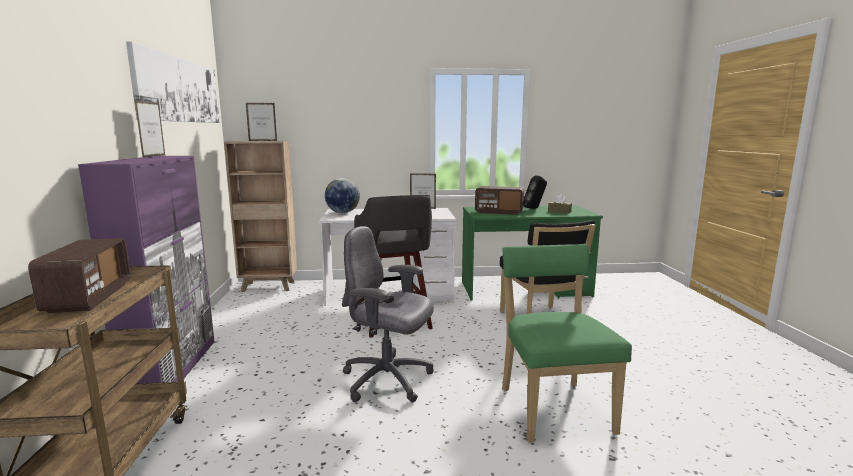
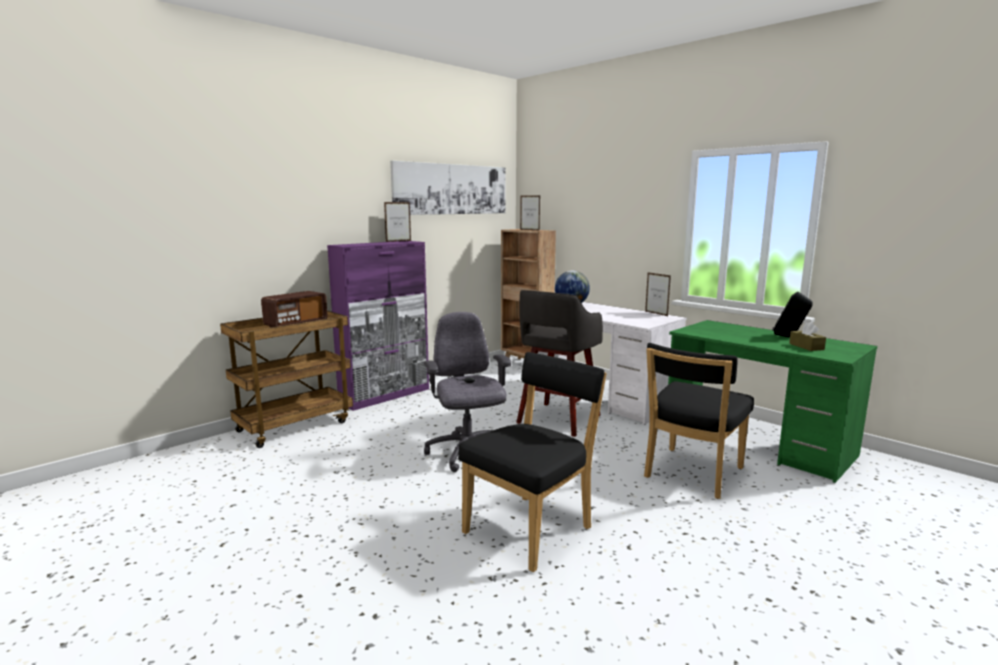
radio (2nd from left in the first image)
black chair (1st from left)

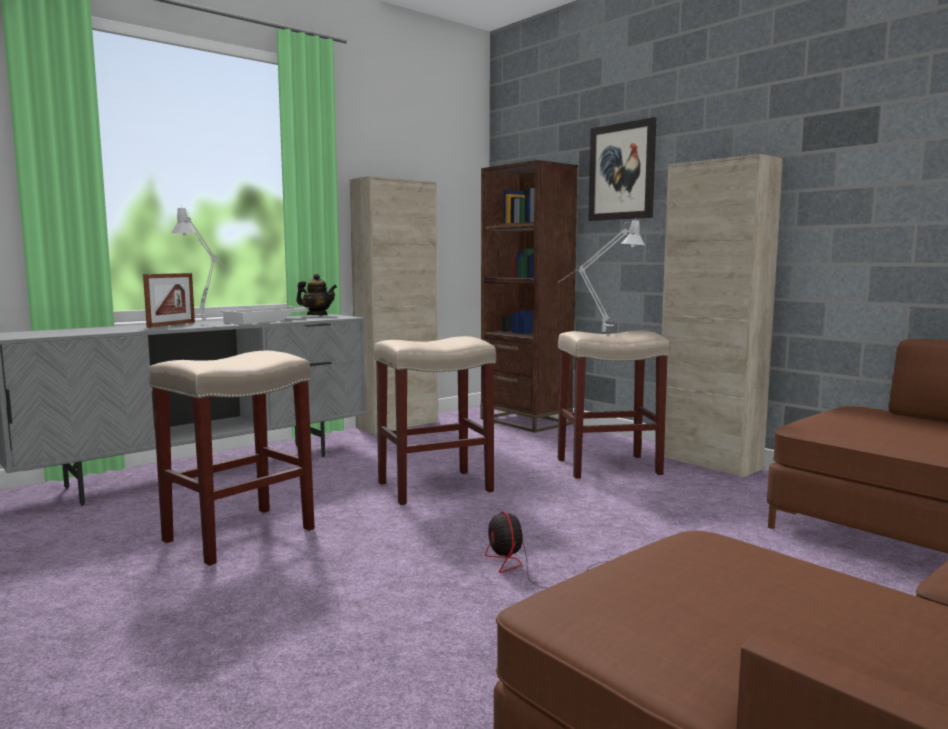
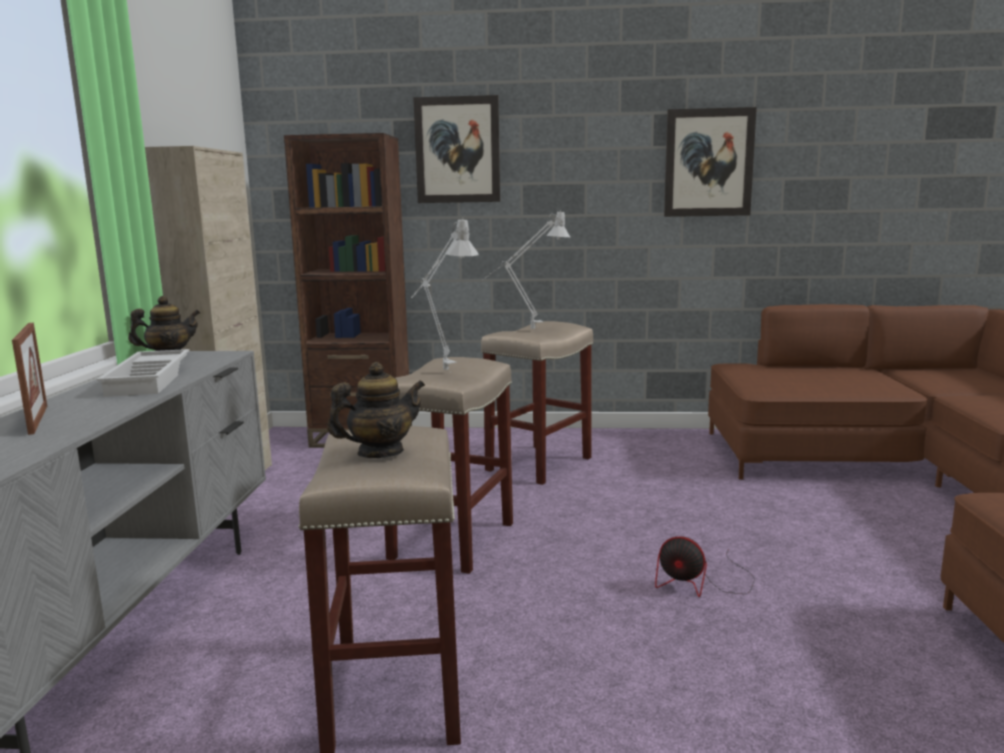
beige cabinet (2nd from left in the first image)
grey table lamp (1st from left)
picture (2nd from left)
teapot (2nd from left)

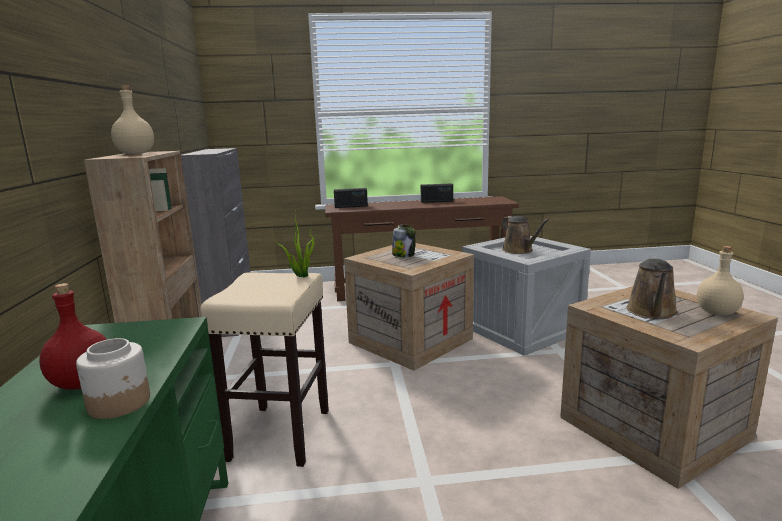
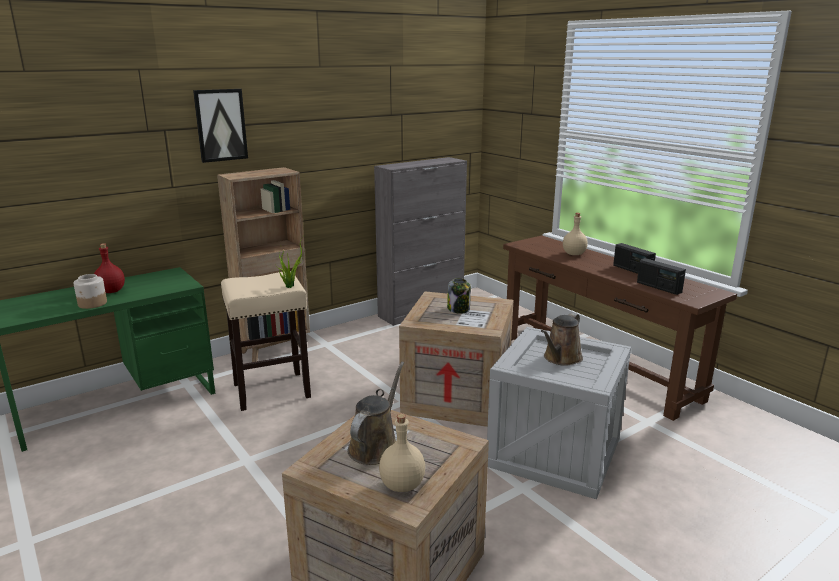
beige bottle (2nd from left)
radio (2nd from left)
brown watering can (1st from left)
picture

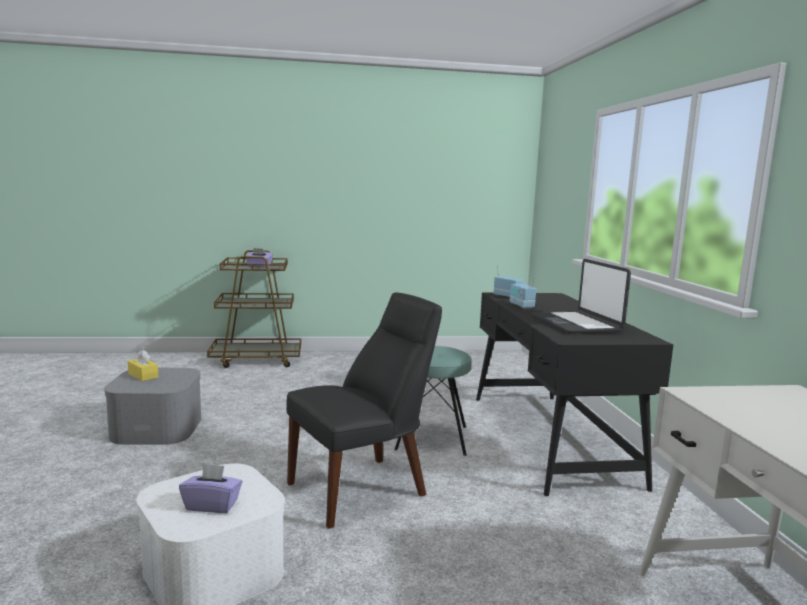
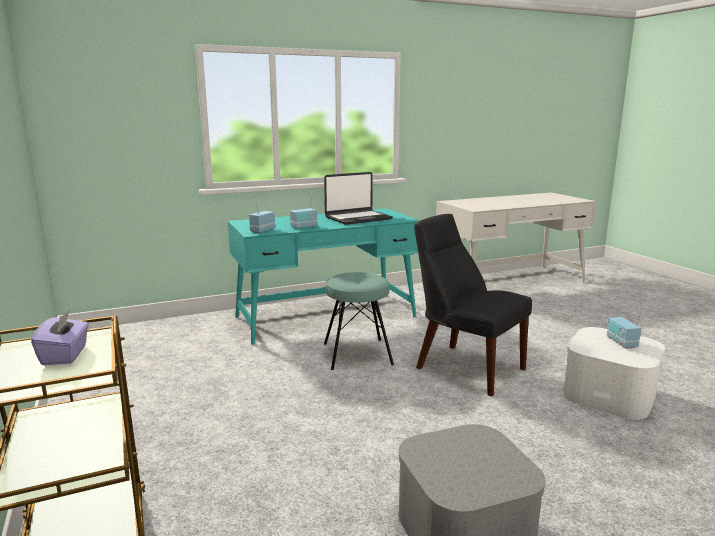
turquoise desk
yellow tissue box
radio (3rd from left)

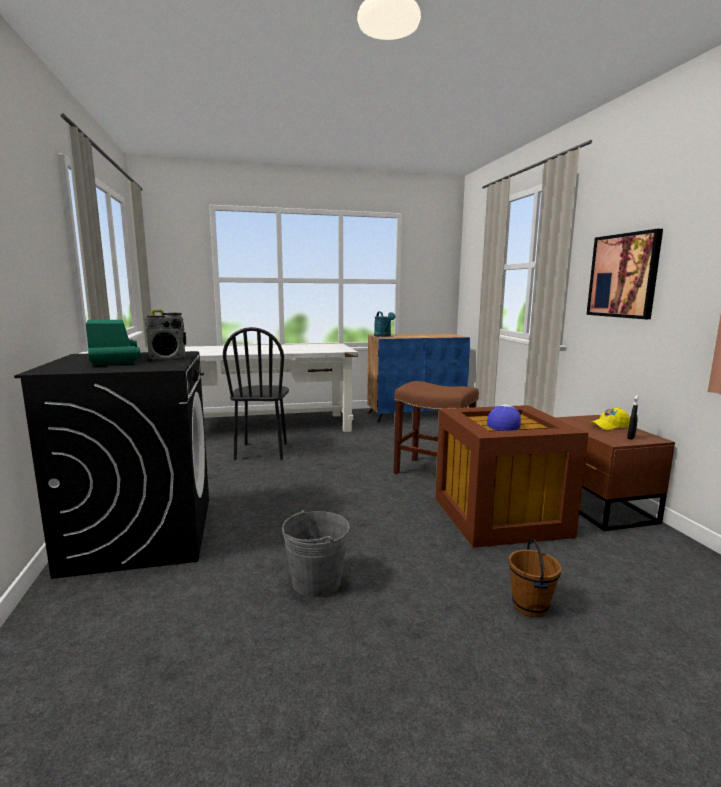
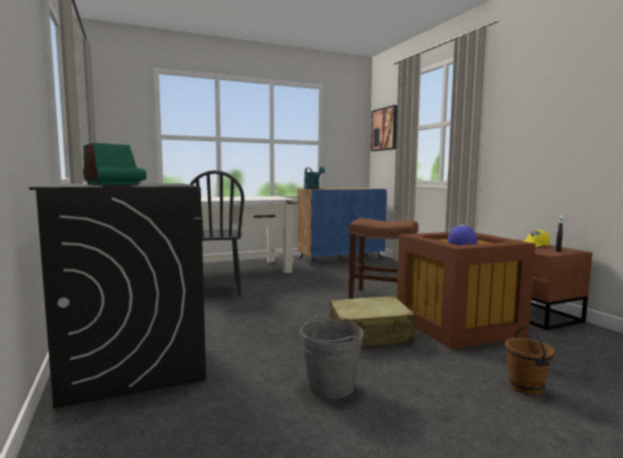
picture
radio (2nd from left in the first image)
beige suitcase

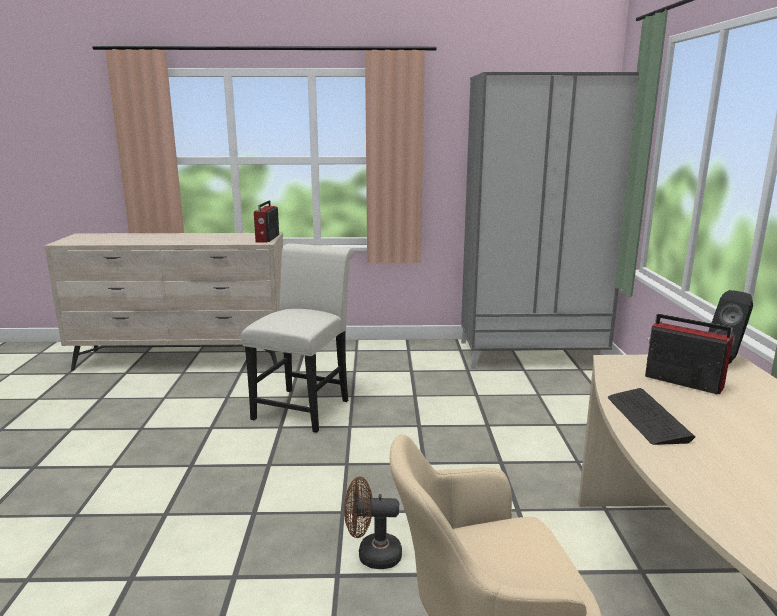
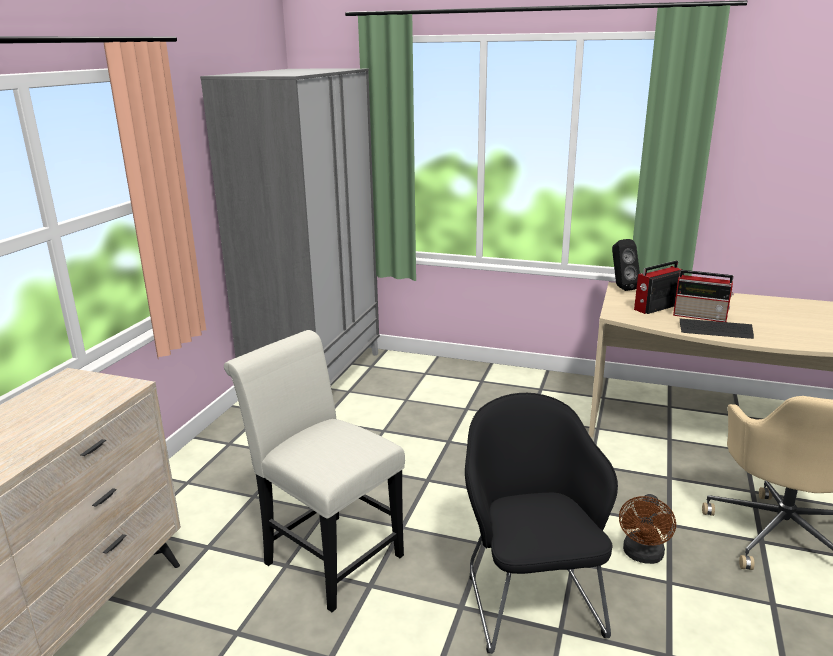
radio (2nd from left)
black armchair

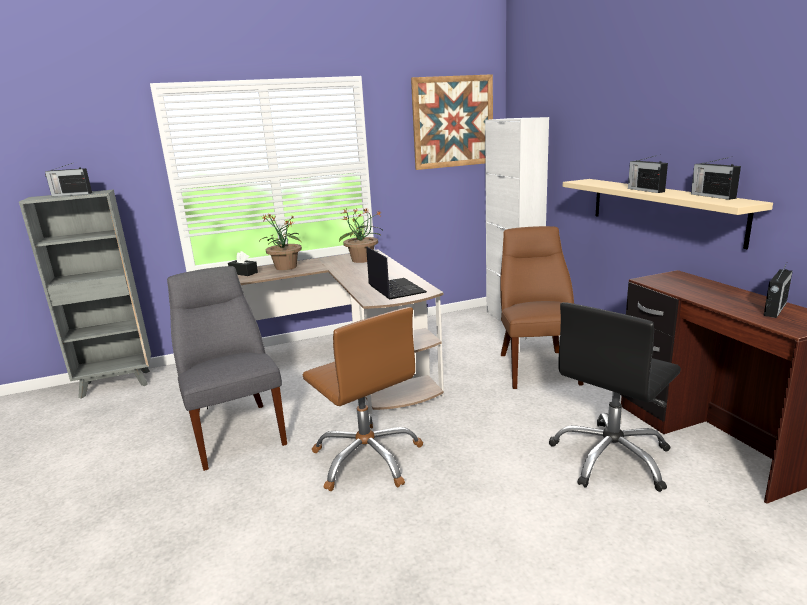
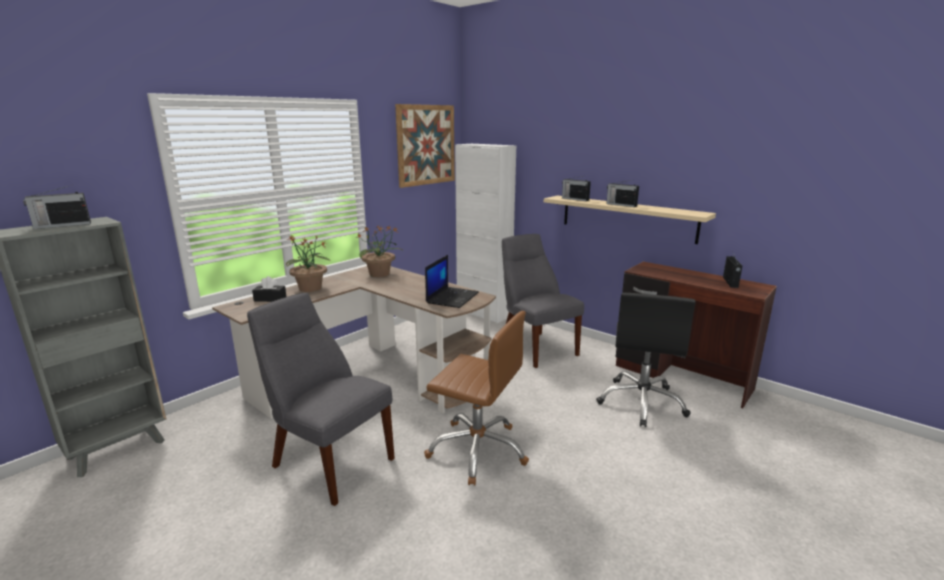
radio (2nd from left)
grey chair (2nd from left)
laptop

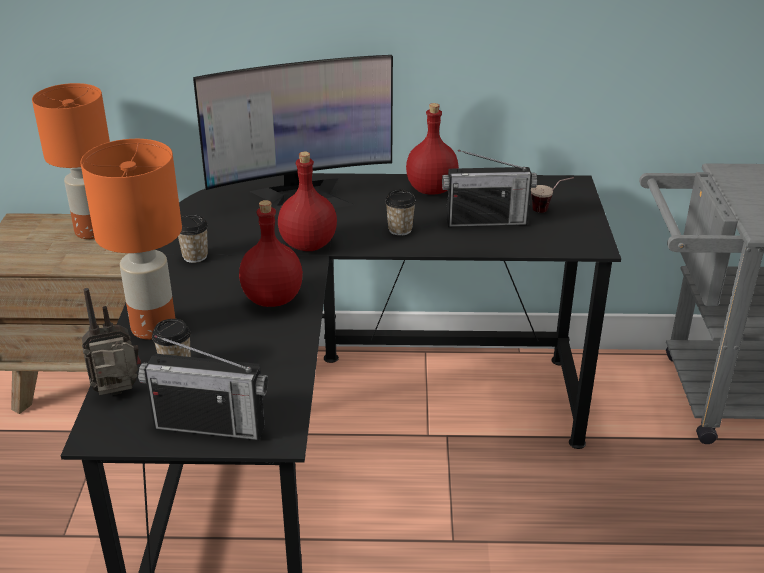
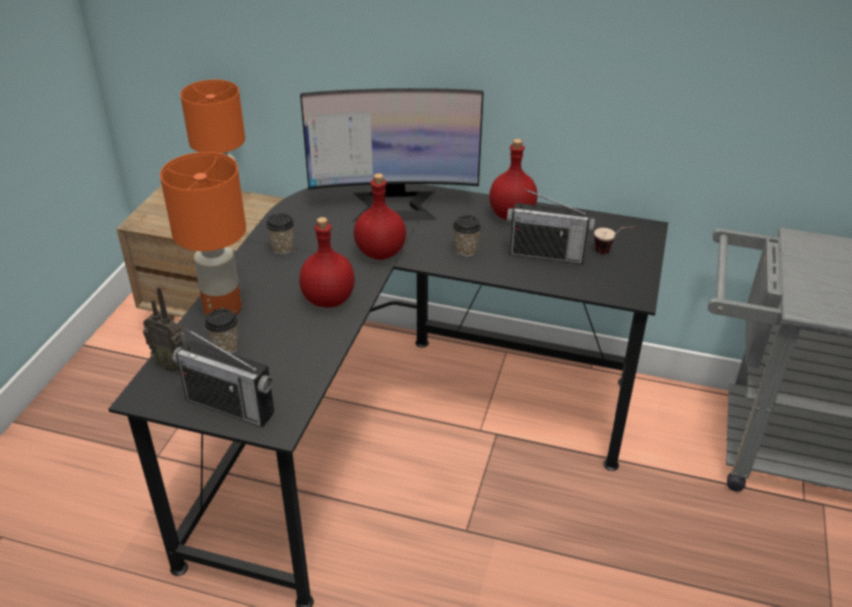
radio (1st from left)

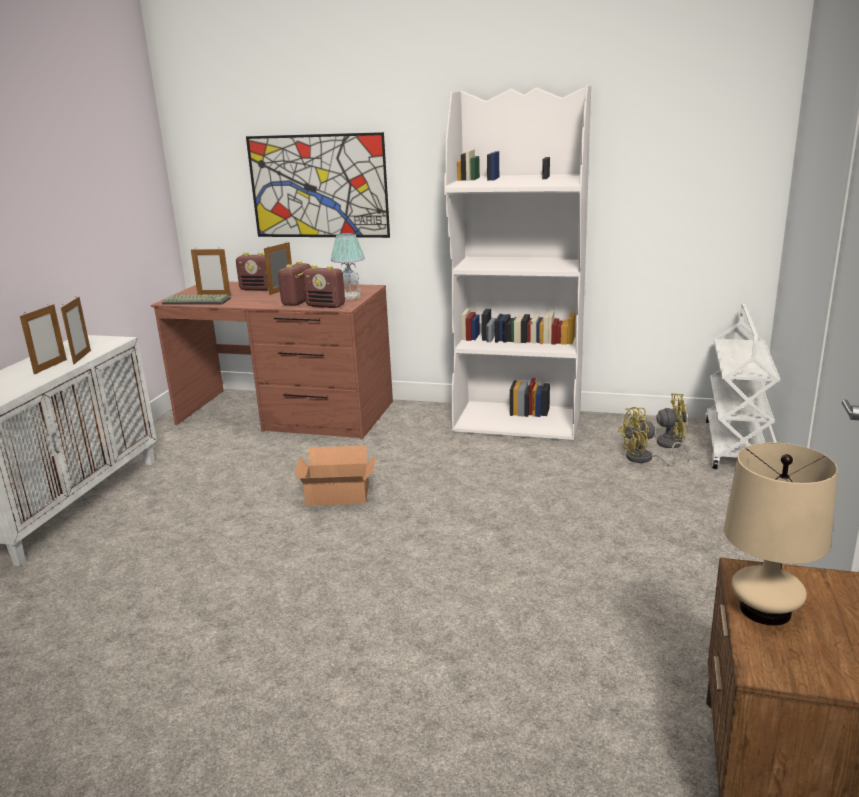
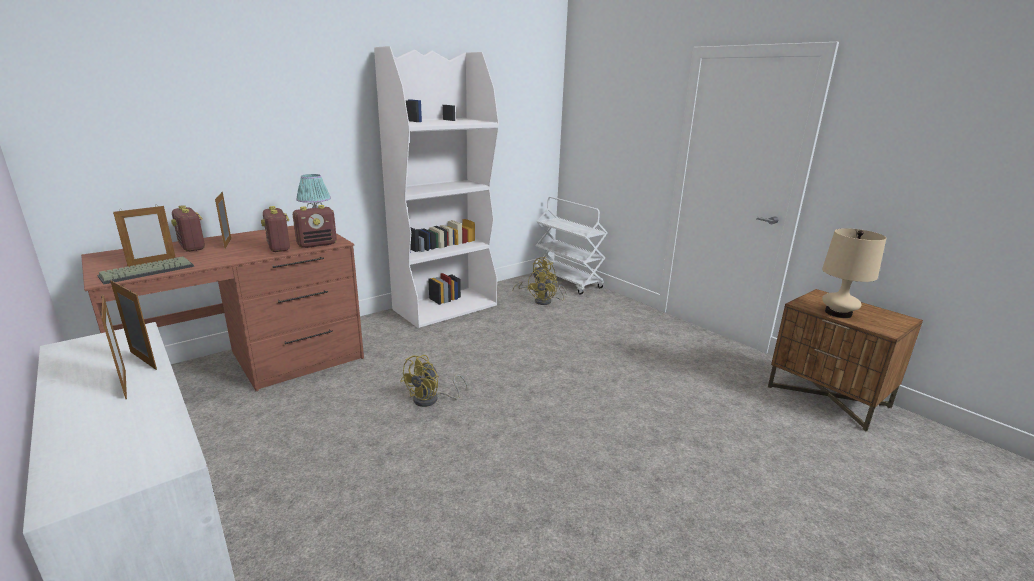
picture
radio (1st from left)
yellow fan (1st from left)

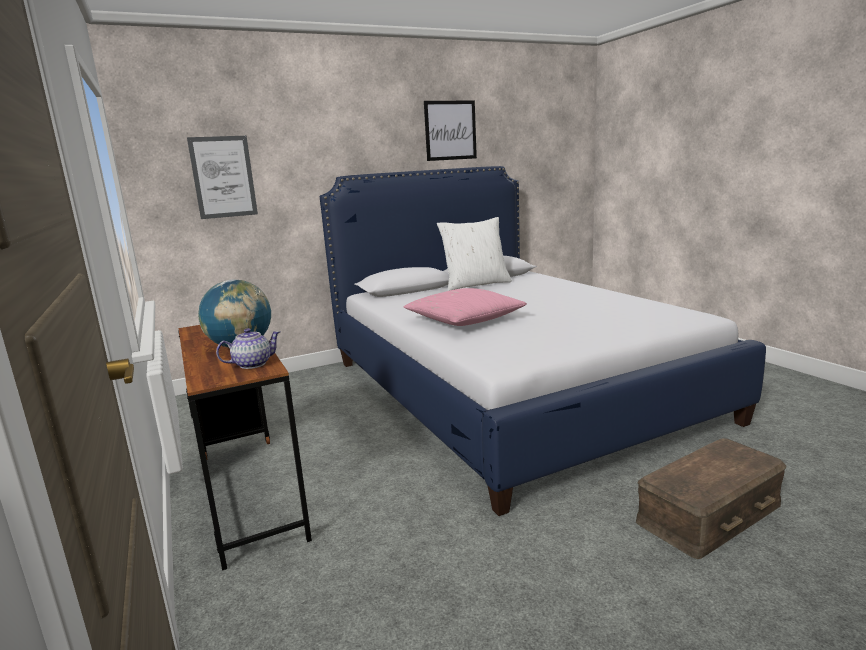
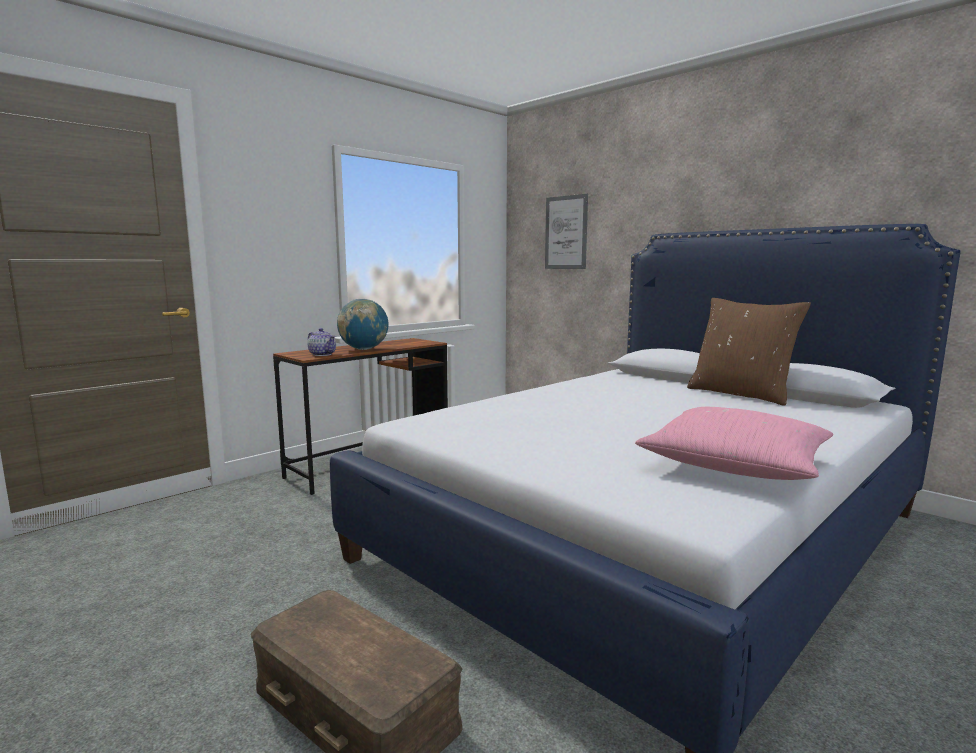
picture (2nd from left in the first image)
brown pillow
pink pillow

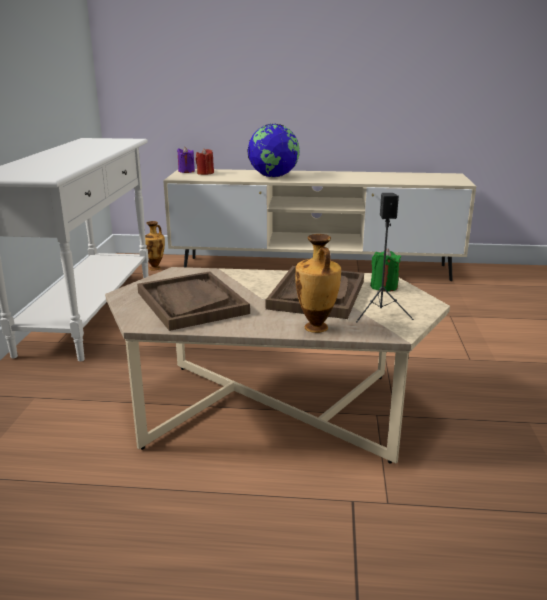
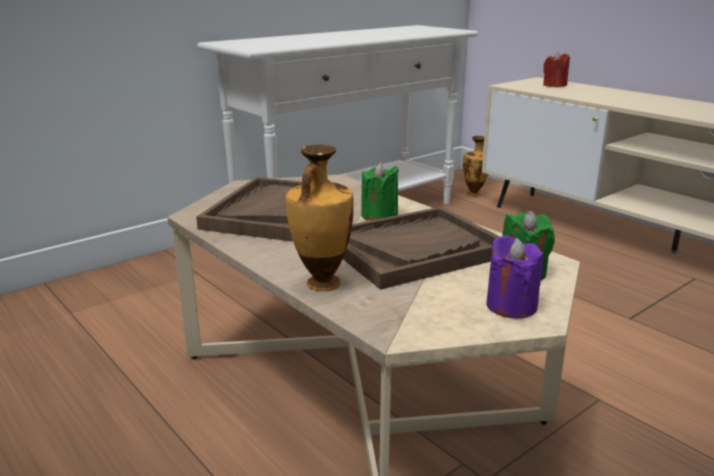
globe
purple candle
black speaker
green candle (1st from left)

